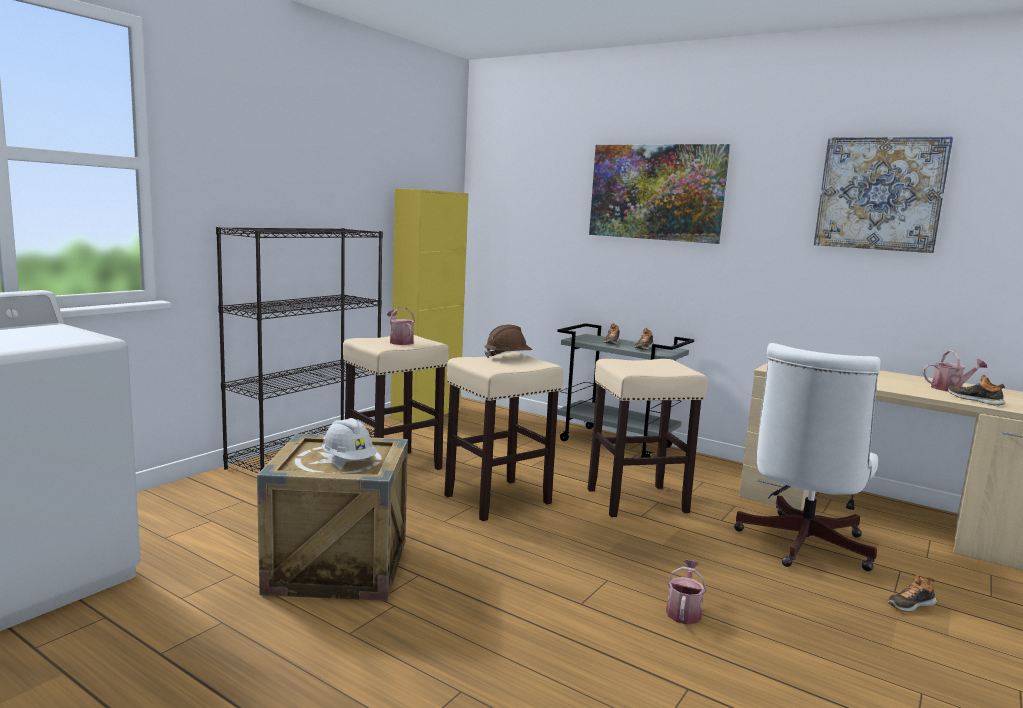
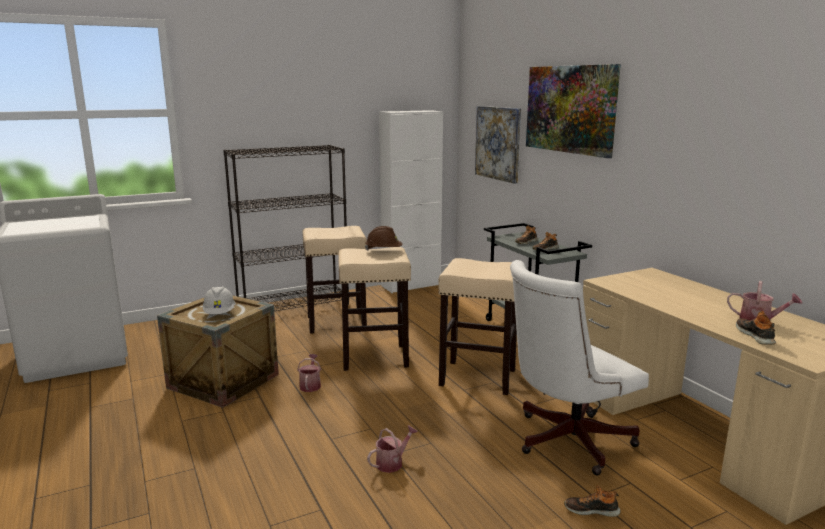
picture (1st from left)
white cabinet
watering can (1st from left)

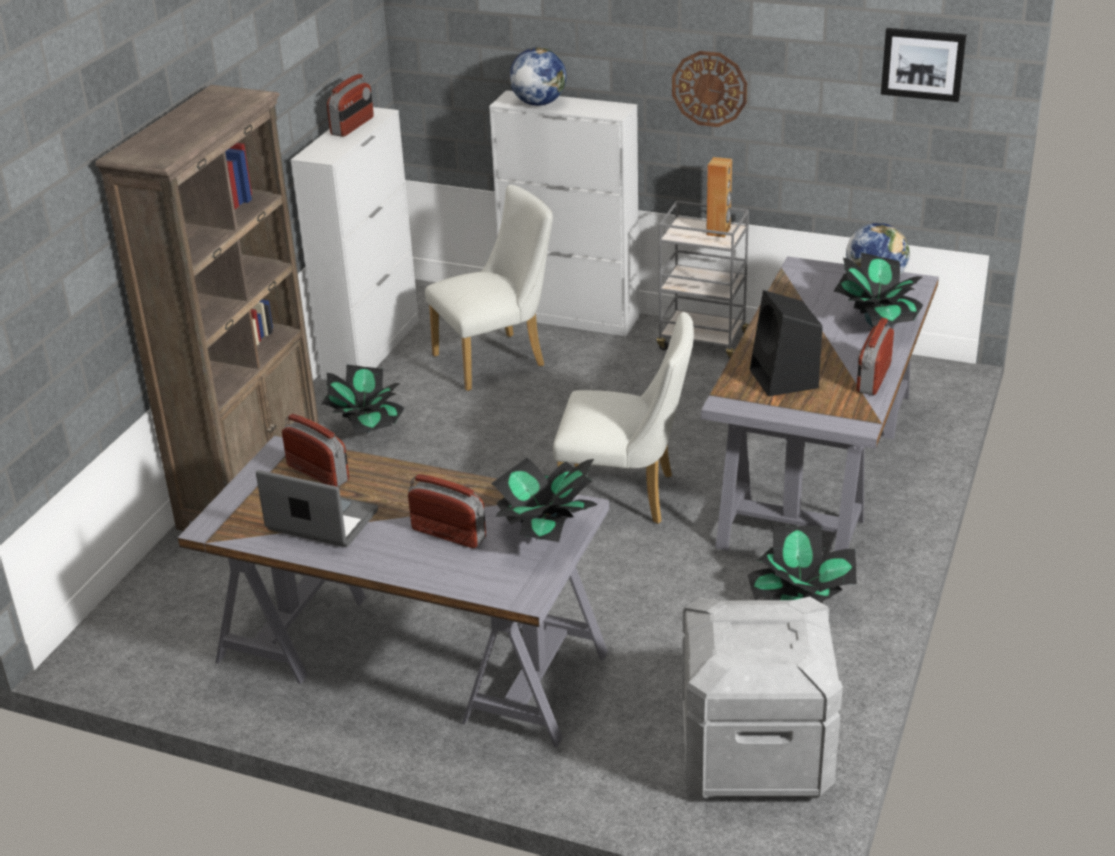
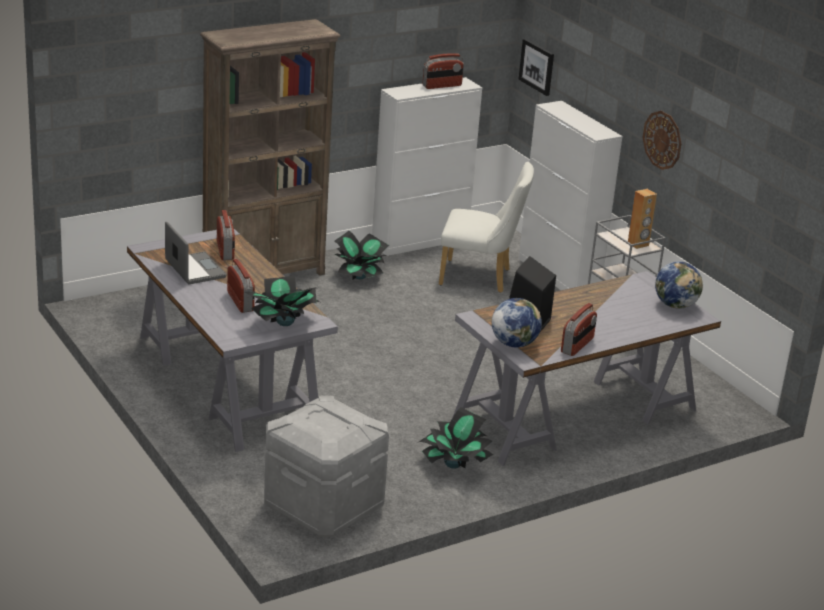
picture
globe (1st from left)
potted plant (4th from left in the first image)
white chair (2nd from left in the first image)
radio (4th from left)

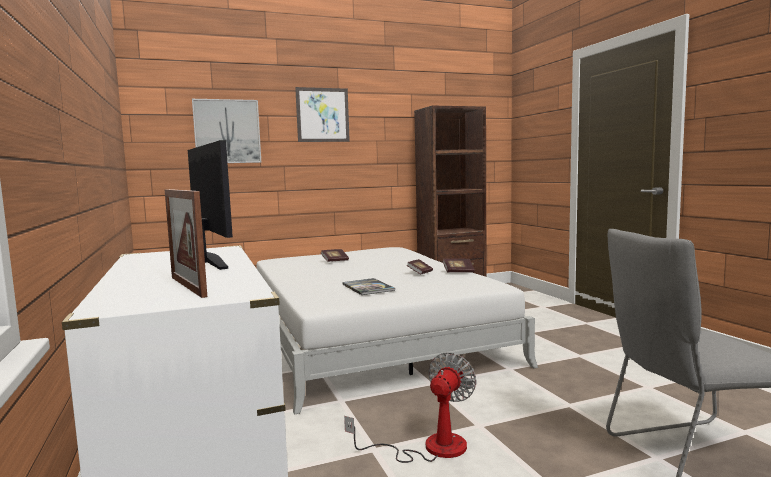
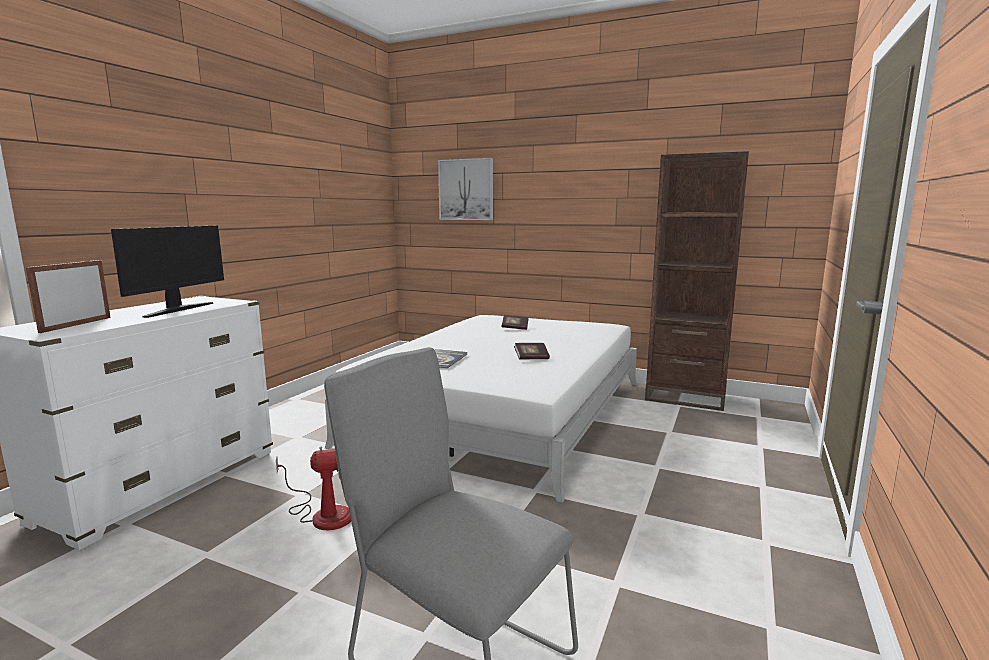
picture (2nd from left in the first image)
book (4th from left in the first image)

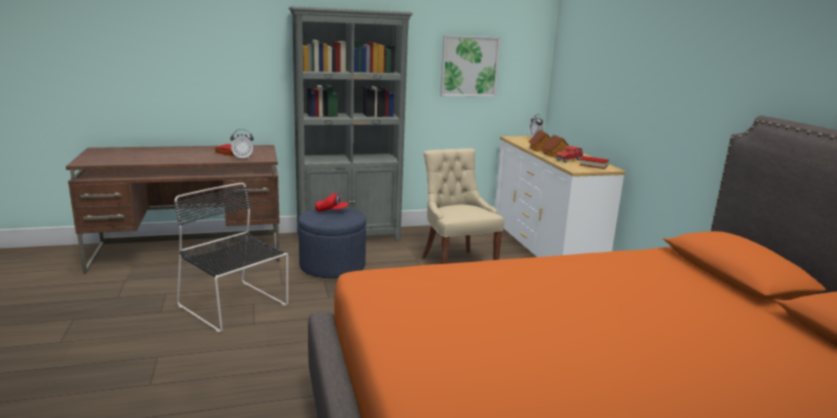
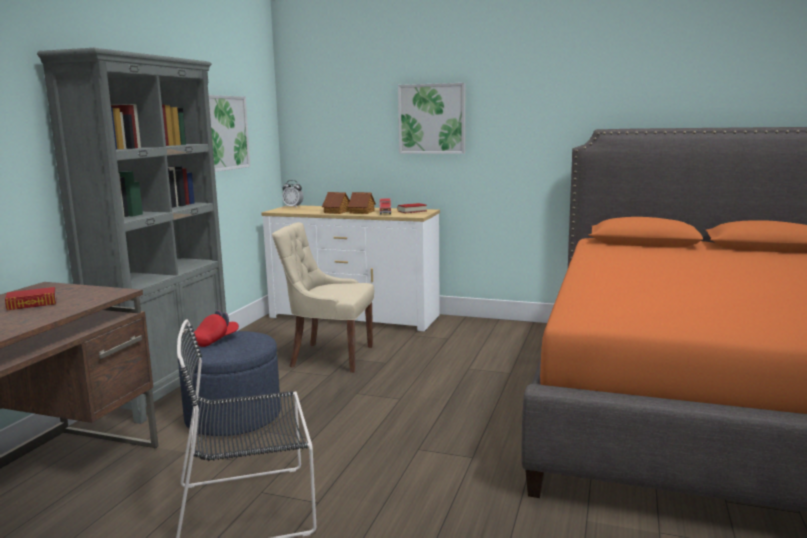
alarm clock (1st from left in the first image)
picture (2nd from left)

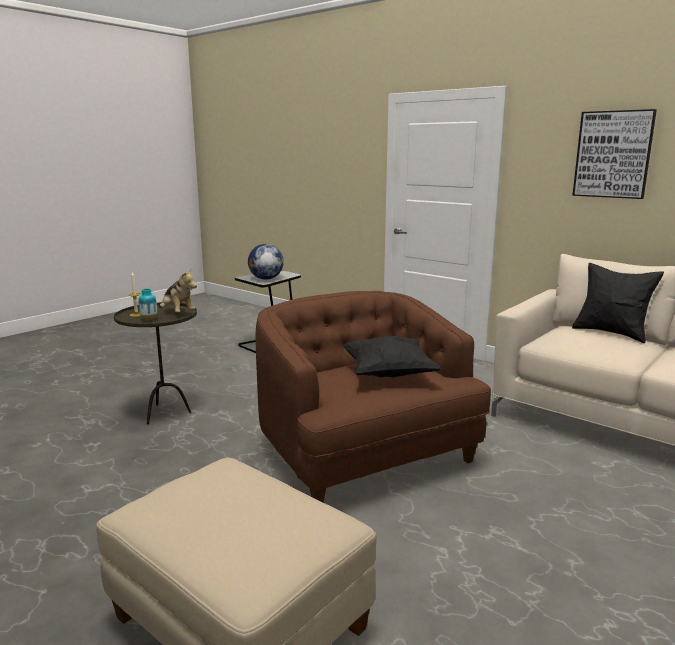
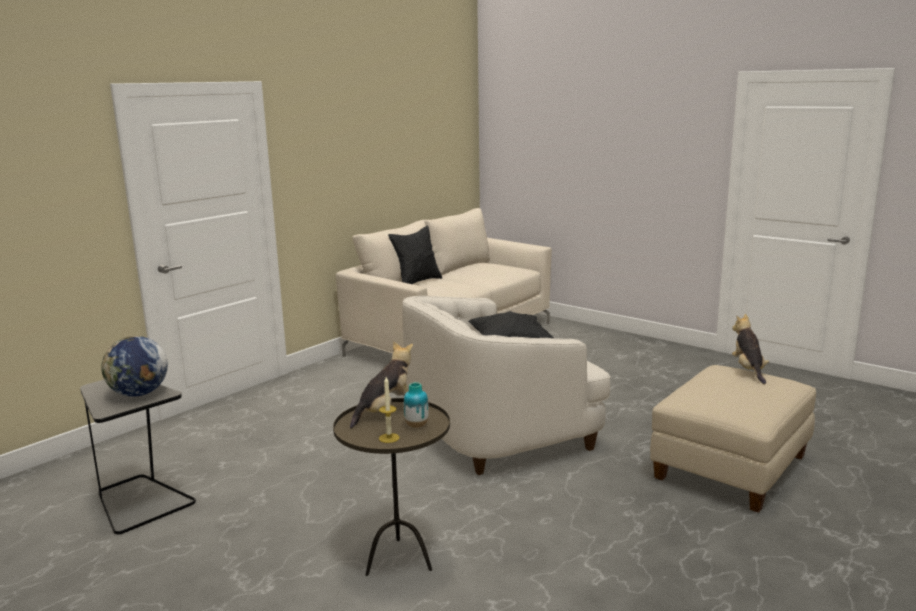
picture
white armchair
plush toy (2nd from left)

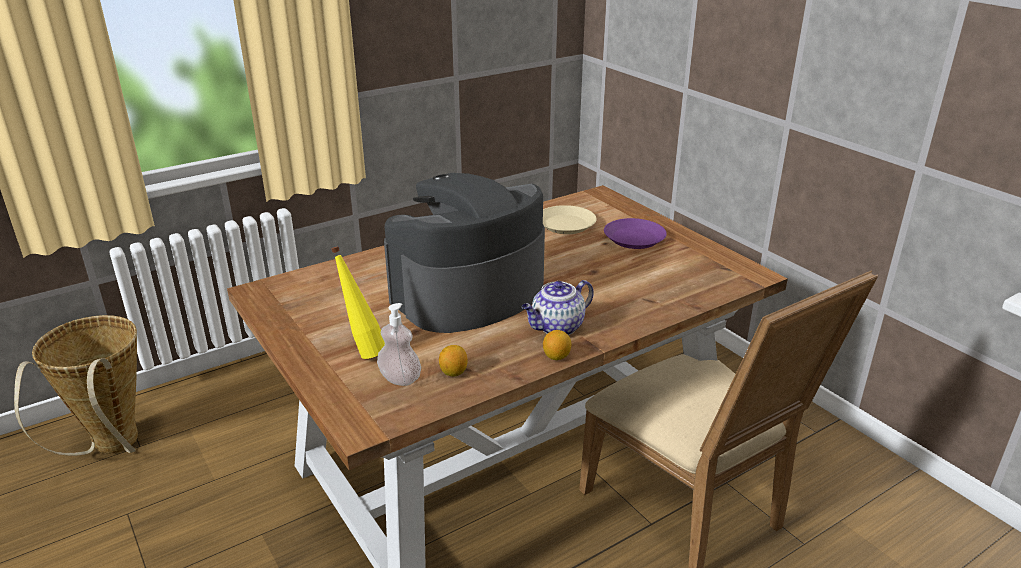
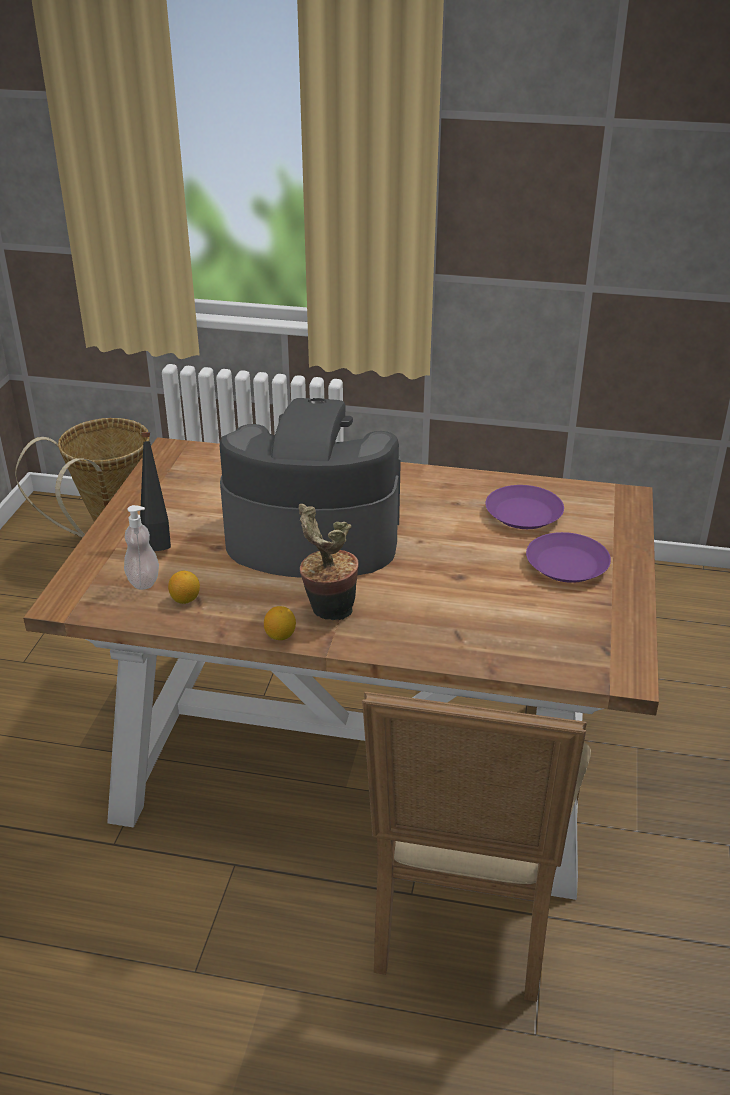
purple plate (1st from left)
black bottle
potted plant

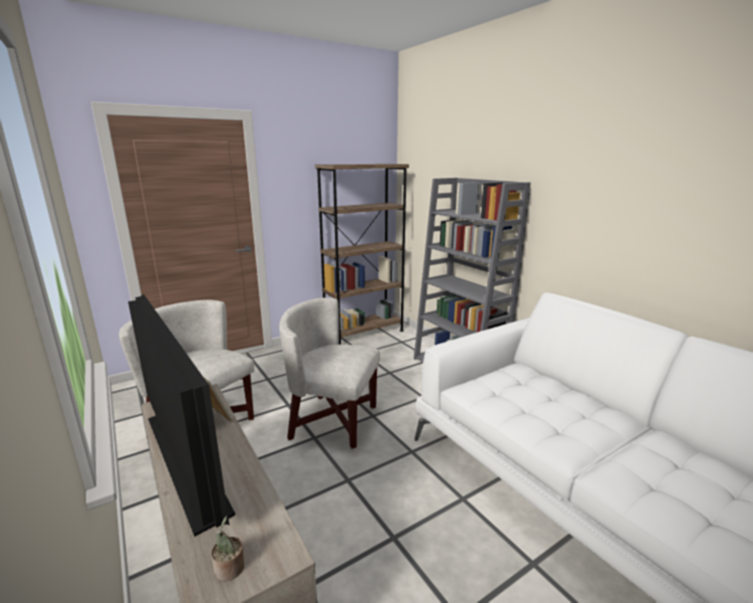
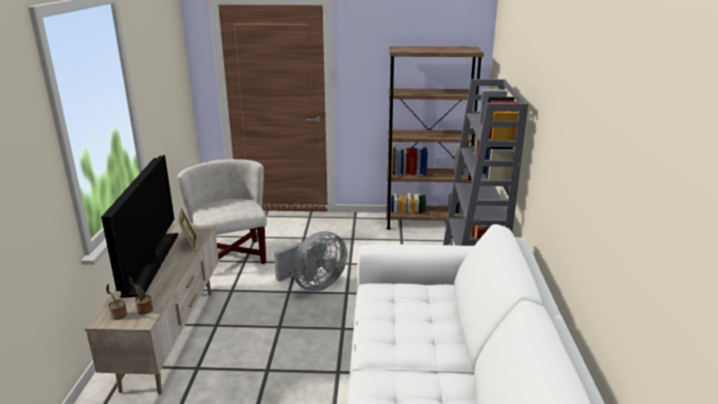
grey fan
potted plant (2nd from left)

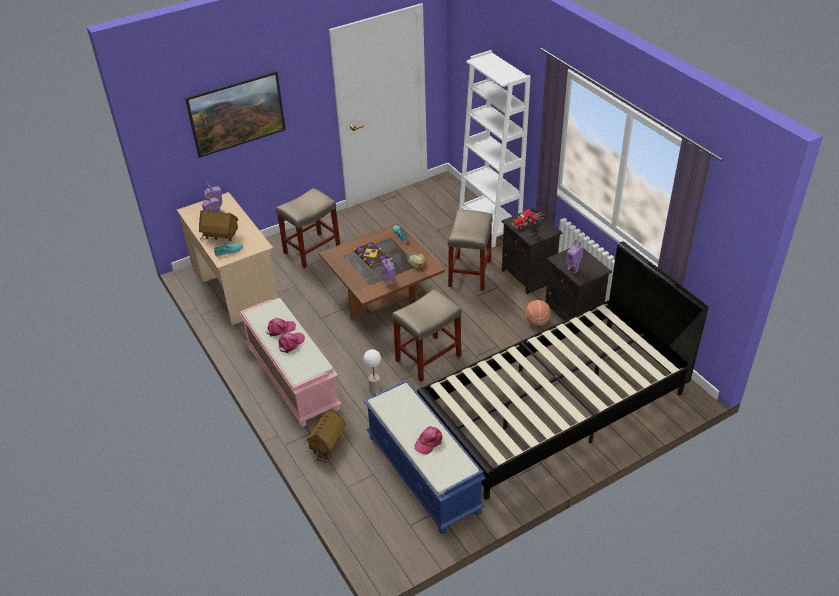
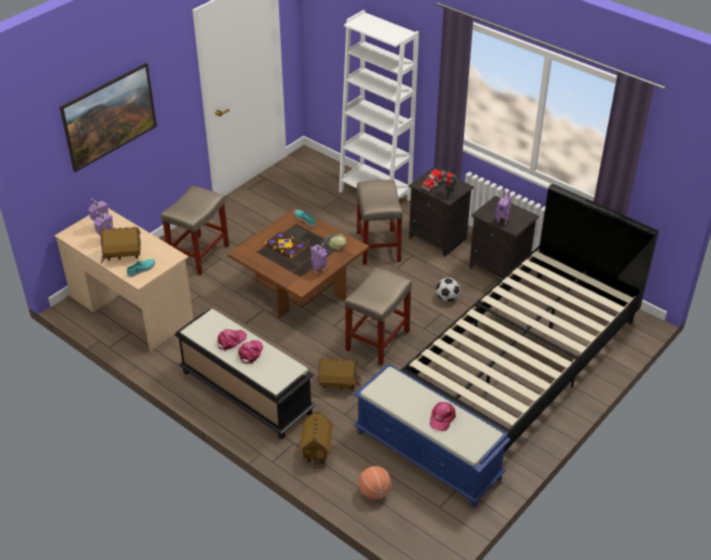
black bench
basketball
toy house (3rd from left)
football

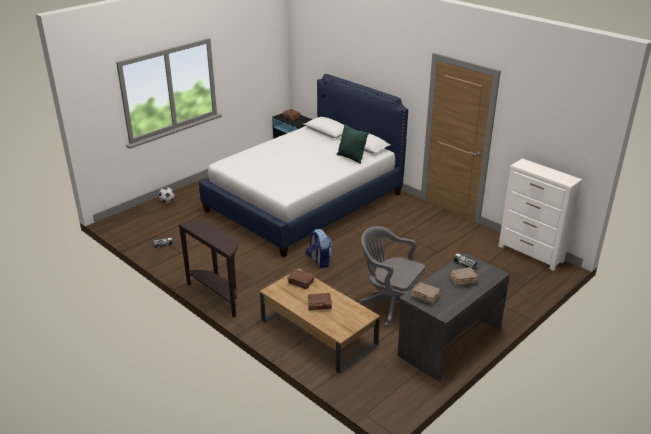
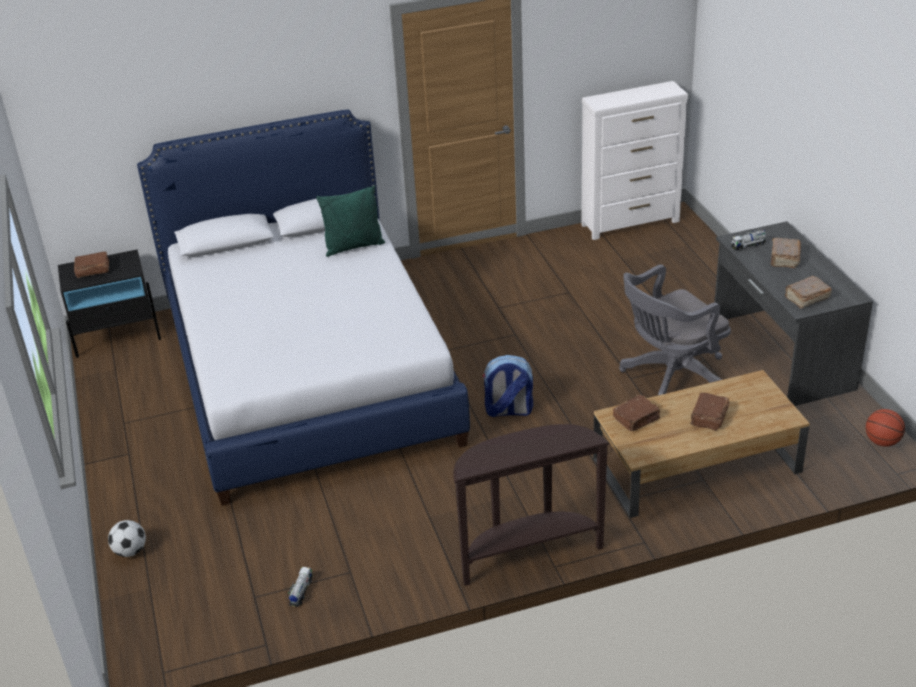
basketball

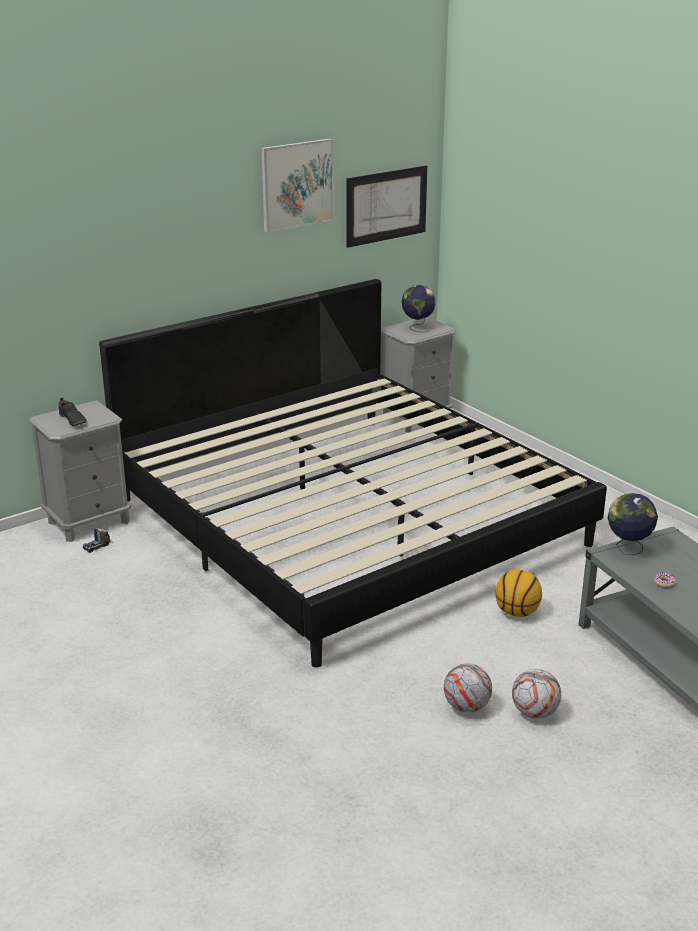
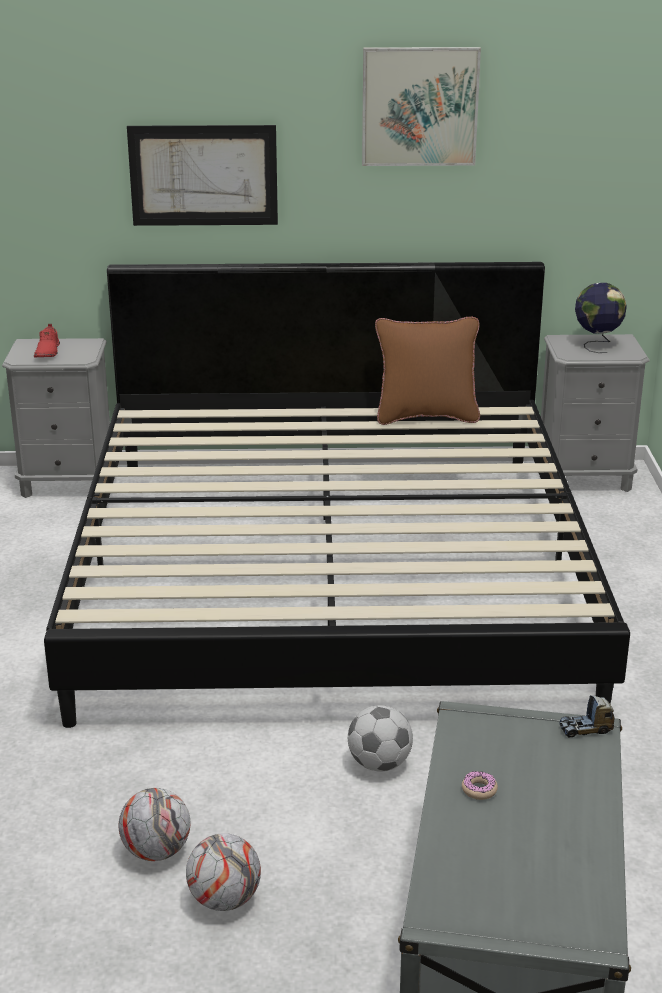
picture (1st from left)
red shoe
globe (2nd from left in the first image)
toy truck
football (3rd from left)
brown pillow

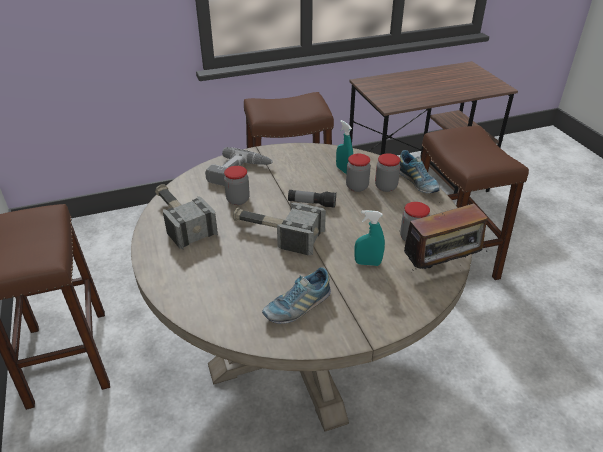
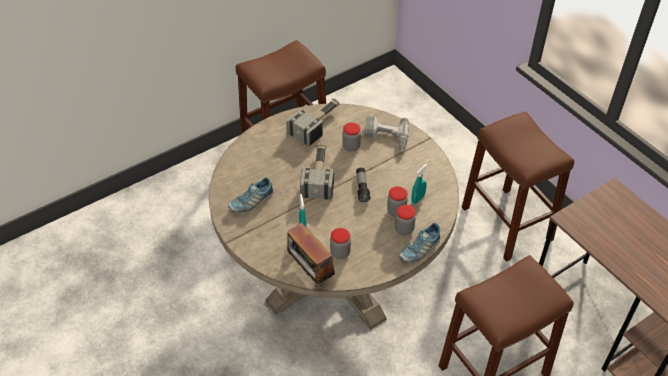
shoe (1st from left)

